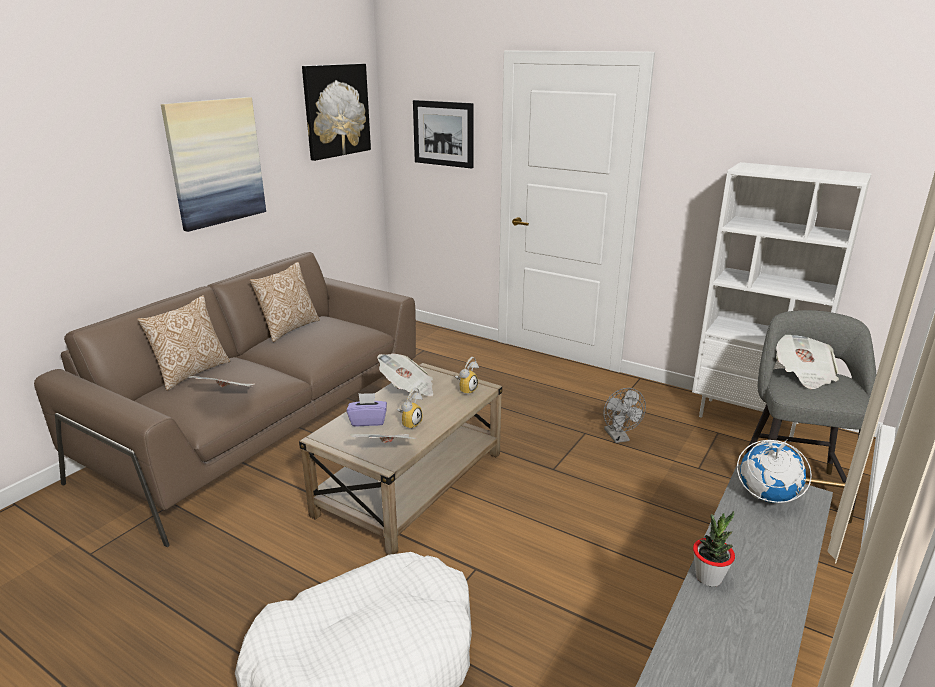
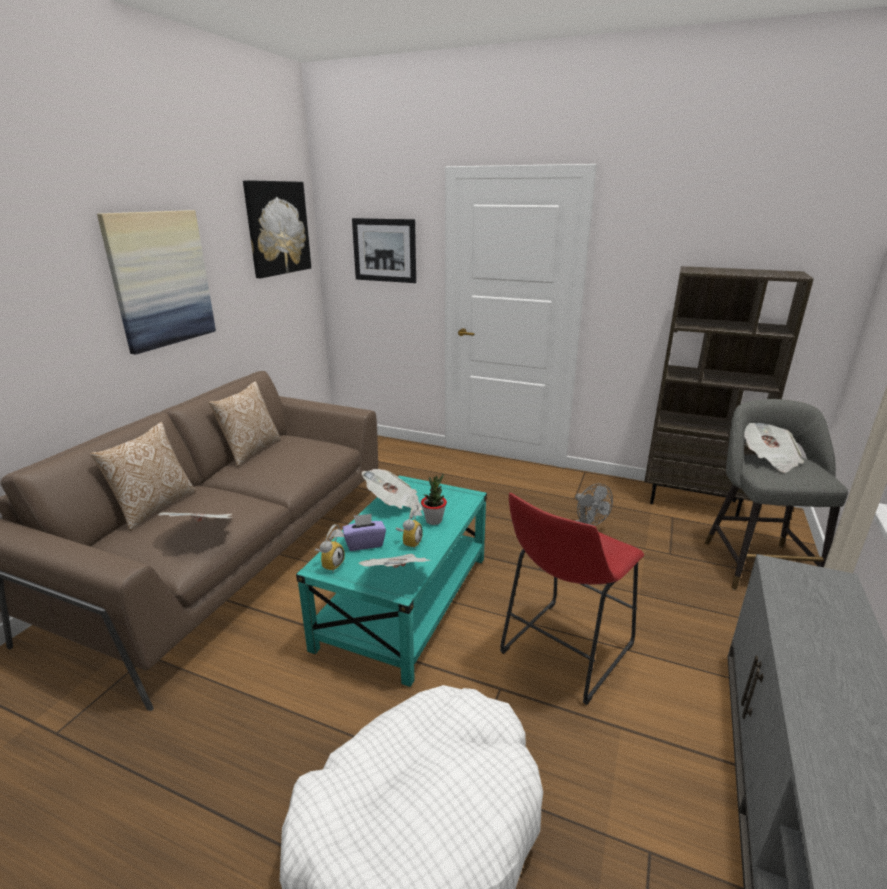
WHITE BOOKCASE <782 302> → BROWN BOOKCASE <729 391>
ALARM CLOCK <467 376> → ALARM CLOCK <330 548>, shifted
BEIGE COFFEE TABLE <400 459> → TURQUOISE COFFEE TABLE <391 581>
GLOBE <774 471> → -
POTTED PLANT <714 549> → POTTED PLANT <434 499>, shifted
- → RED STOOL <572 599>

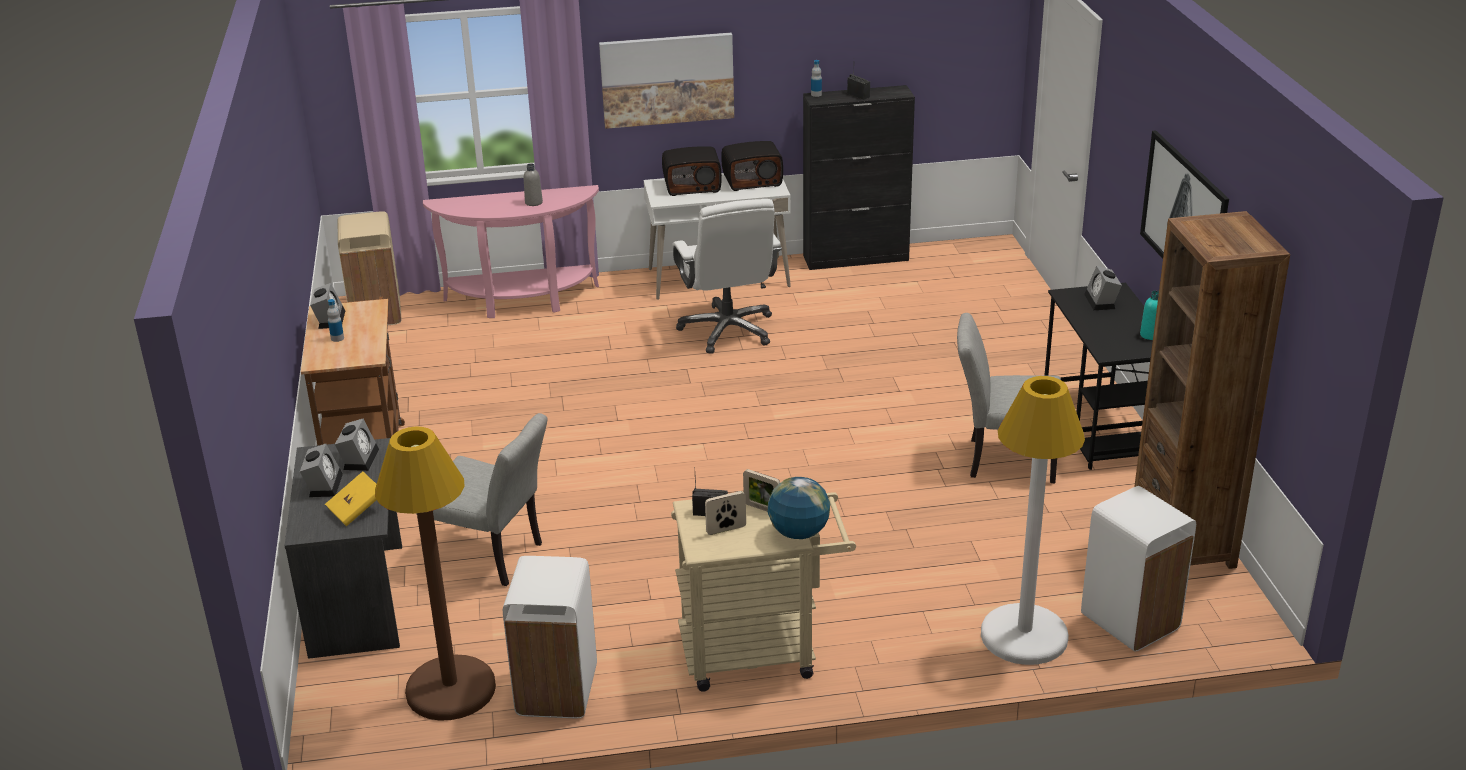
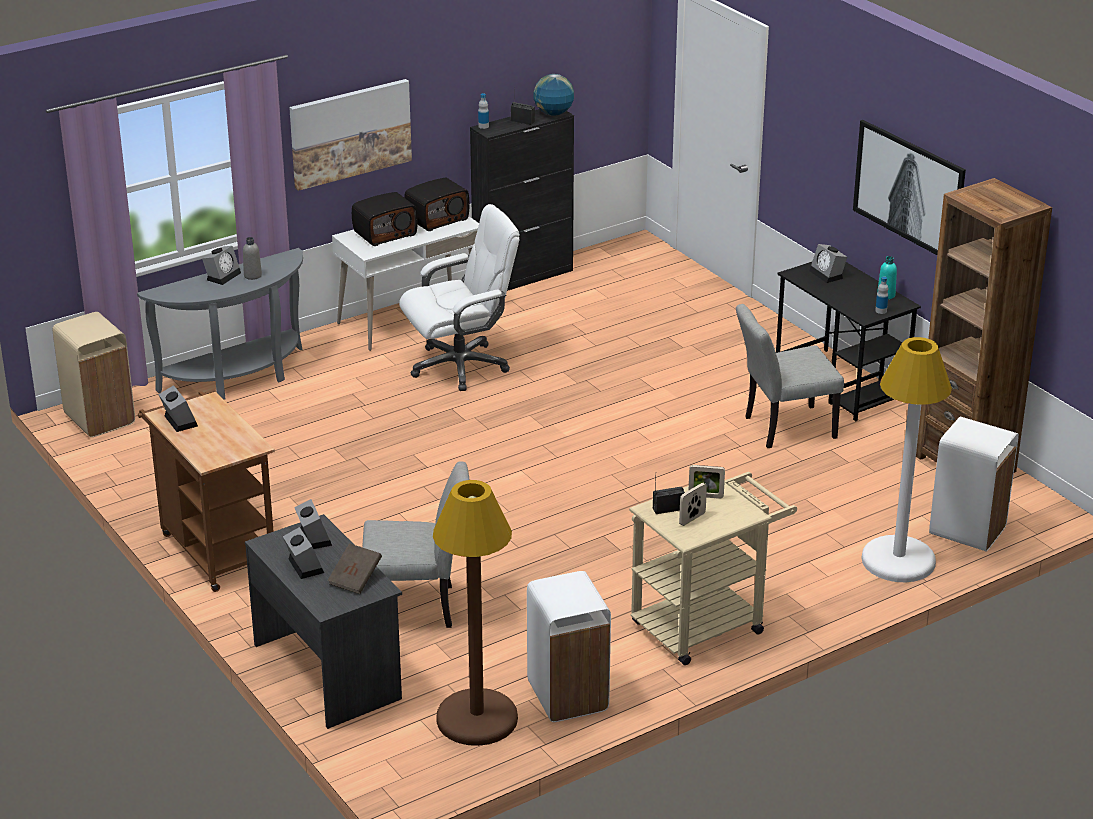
PINK CONSOLE TABLE <511 251> → GREY CONSOLE TABLE <220 323>
WHITE OFFICE CHAIR <727 276> → WHITE OFFICE CHAIR <459 297>, 75 degrees counterclockwise
BOTTLE <335 320> → BOTTLE <881 295>, shifted
YELLOW BOOK <351 498> → BROWN BOOK <355 568>
GLOBE <799 508> → GLOBE <554 95>, shifted
- → ALARM CLOCK <221 265>

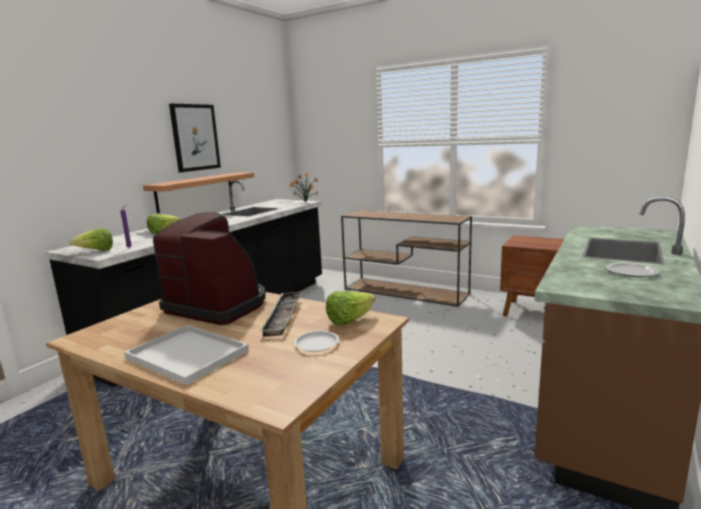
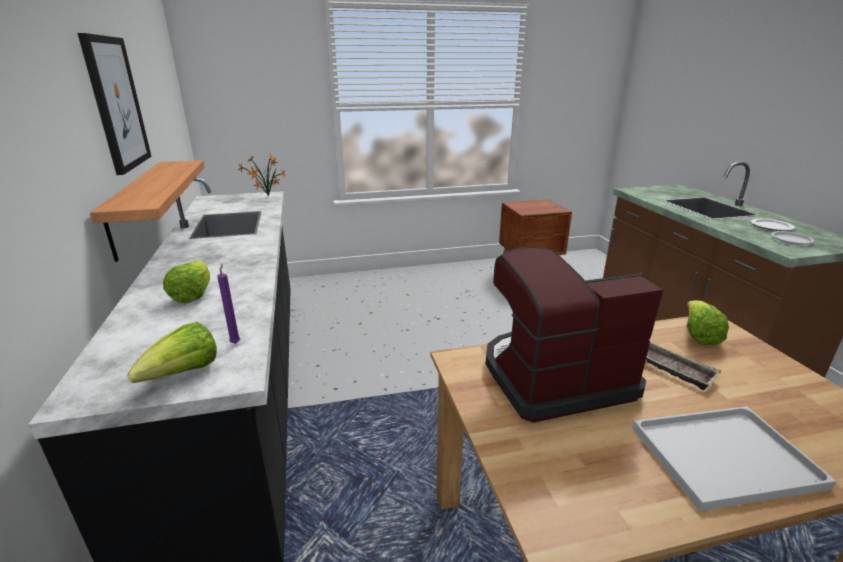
BROWN CONSOLE TABLE <406 258> → -
WHITE PLATE <316 341> → WHITE PLATE <793 238>, shifted

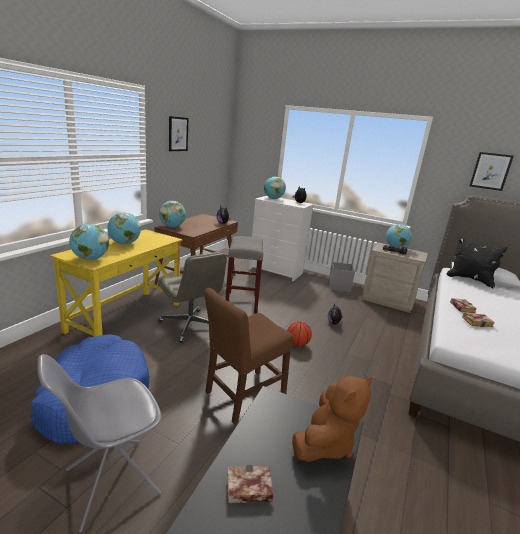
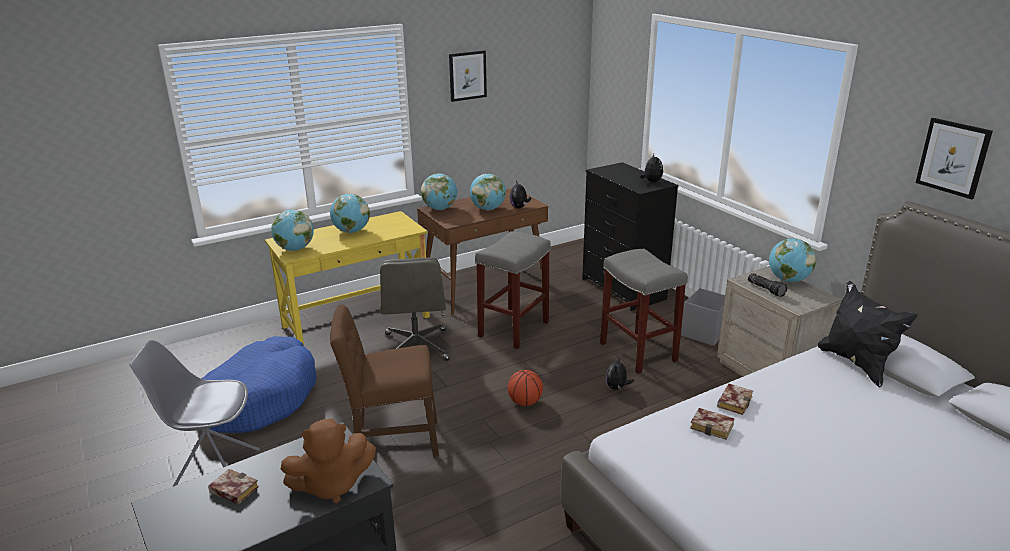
GLOBE <275 188> → GLOBE <488 192>, shifted
WHITE DRESSER <281 239> → BLACK DRESSER <630 236>
- → GREY STOOL <644 311>

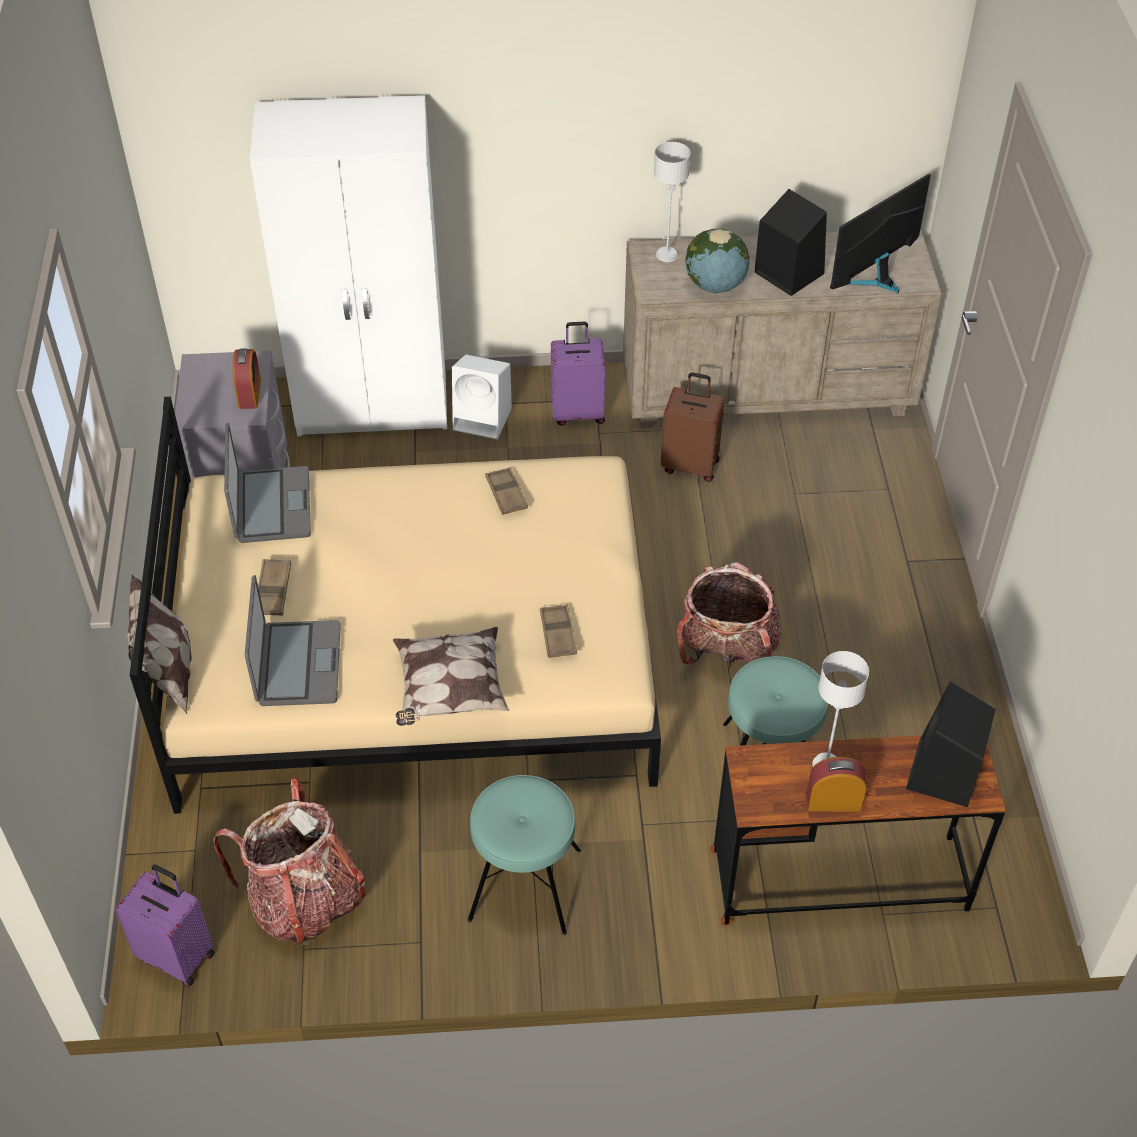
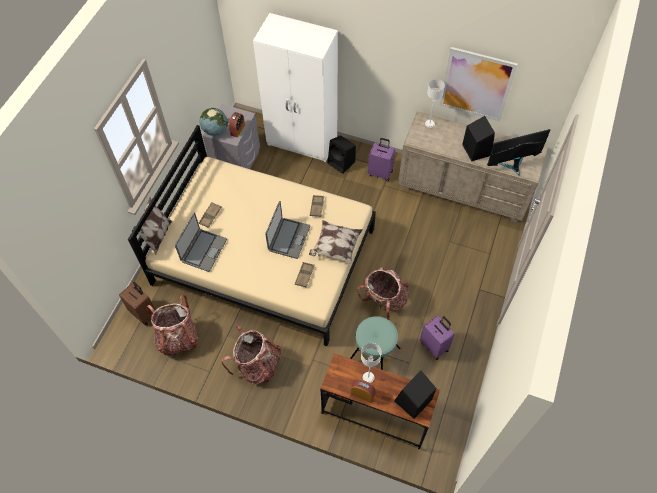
GLOBE <717 260> → GLOBE <214 122>, shifted
WHITE SPEAKER <482 397> → BLACK SPEAKER <342 154>
BROWN SUITCASE <692 427> → BROWN SUITCASE <137 304>, shifted
LAPTOP <267 483> → LAPTOP <287 230>, shifted
PILLOW <451 676> → PILLOW <336 242>, shifted
TURQUOISE STOOL <524 855> → BACKPACK <251 354>
PURPLE SUITCASE <164 925> → PURPLE SUITCASE <437 338>, shifted
- → PICTURE <478 84>

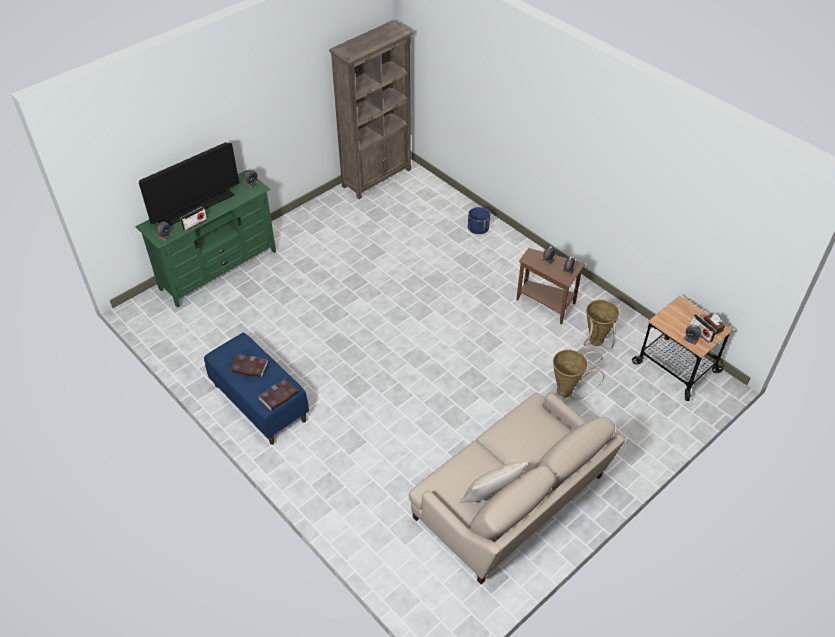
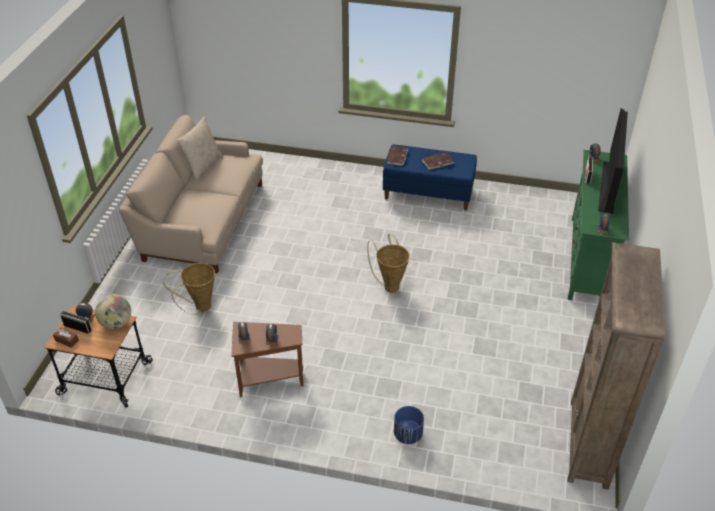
BASKET <601 324> → BASKET <388 263>, shifted
- → GLOBE <113 311>

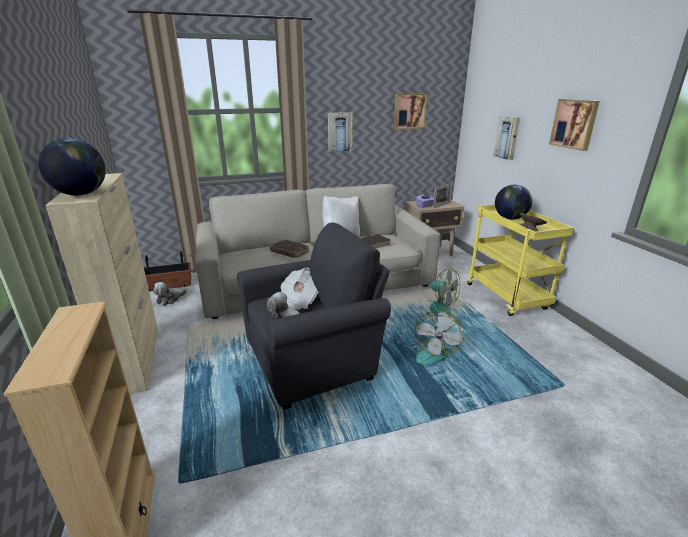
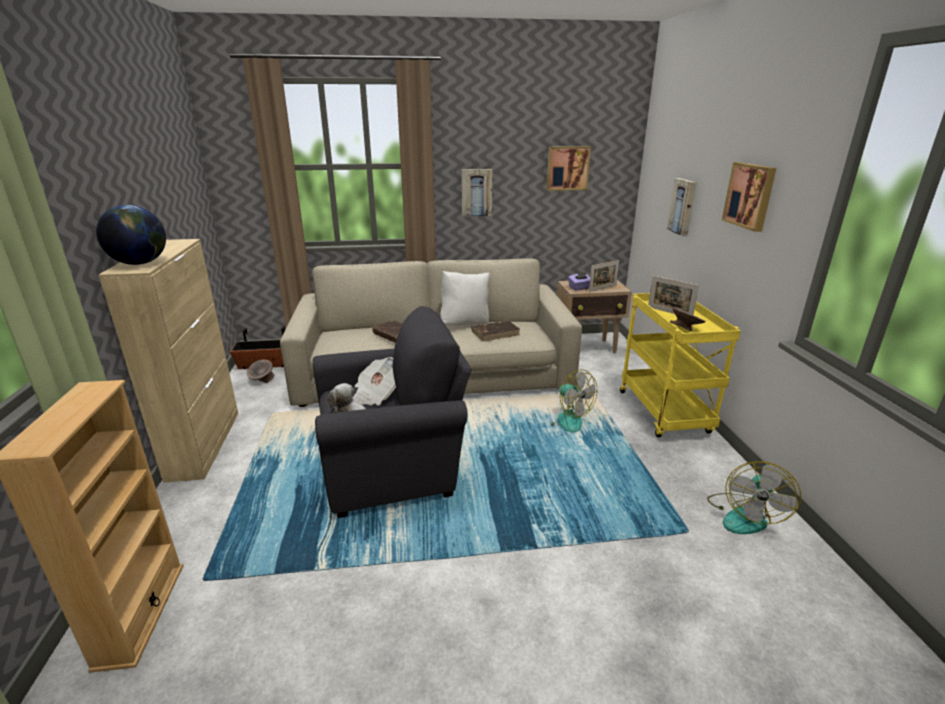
GLOBE <513 202> → PICTURE FRAME <673 295>
PLUSH TOY <170 294> → GREY BOWL <260 371>
FAN <439 337> → FAN <754 497>, shifted

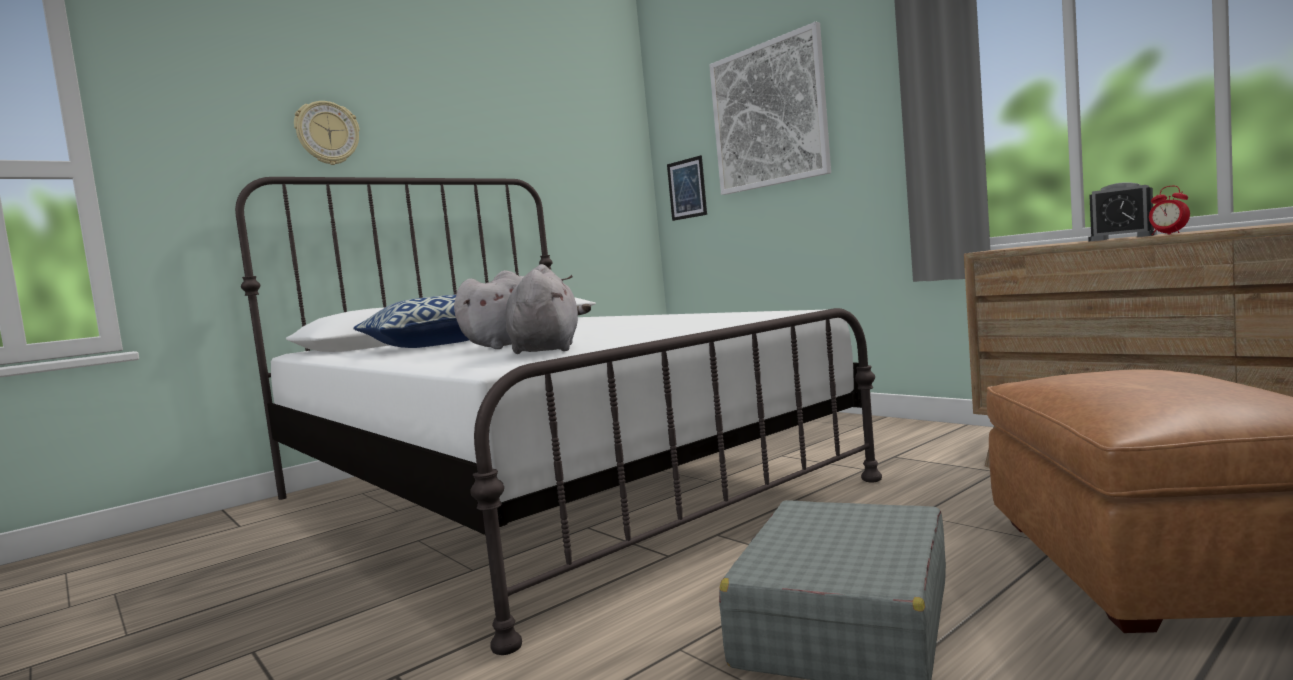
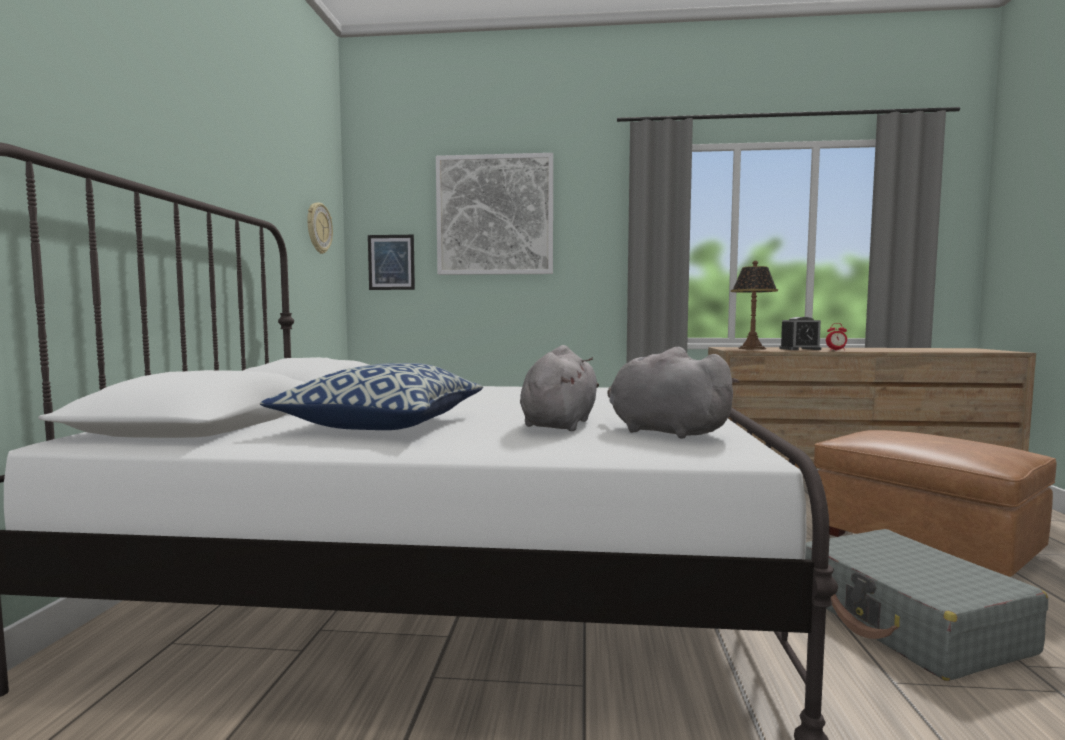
WALL CLOCK <327 133> → WALL CLOCK <320 228>, shifted
- → TABLE LAMP <754 305>

